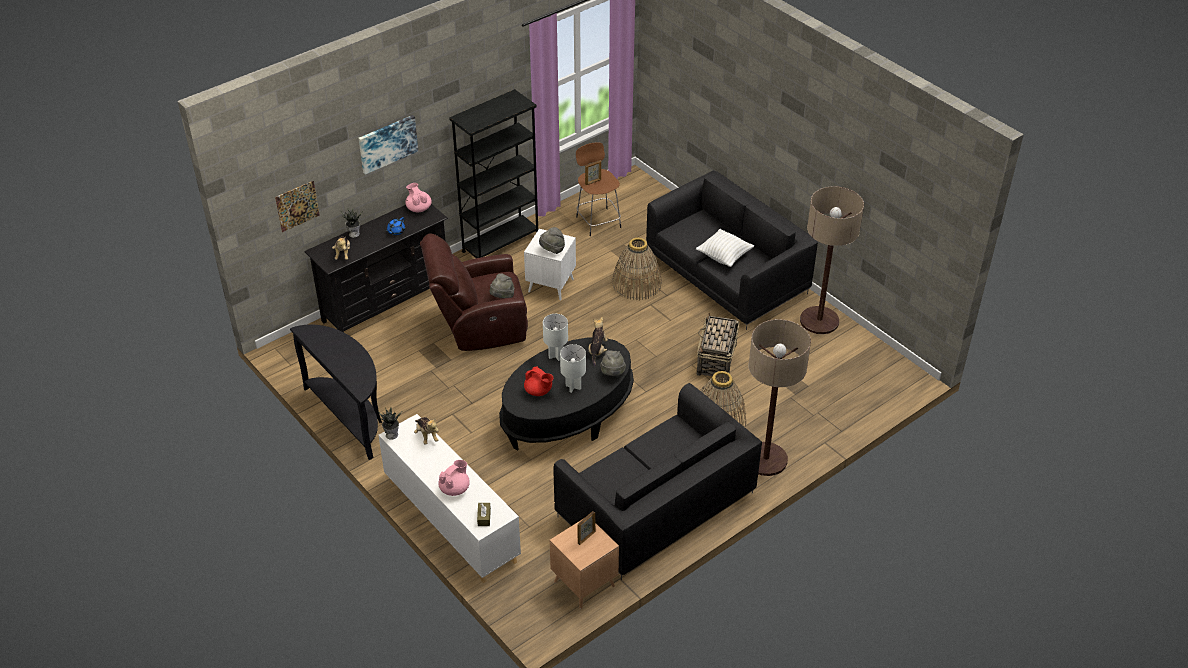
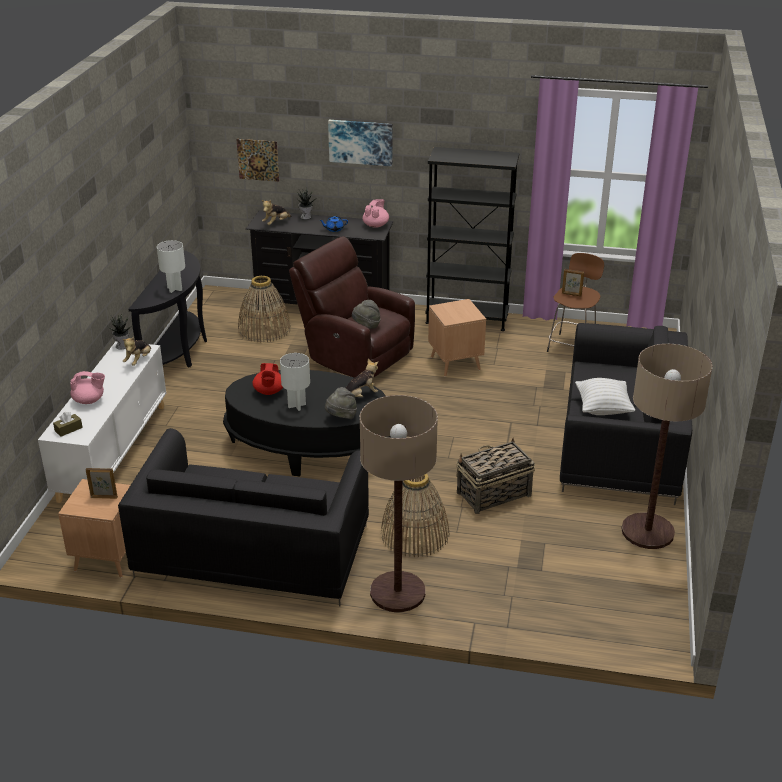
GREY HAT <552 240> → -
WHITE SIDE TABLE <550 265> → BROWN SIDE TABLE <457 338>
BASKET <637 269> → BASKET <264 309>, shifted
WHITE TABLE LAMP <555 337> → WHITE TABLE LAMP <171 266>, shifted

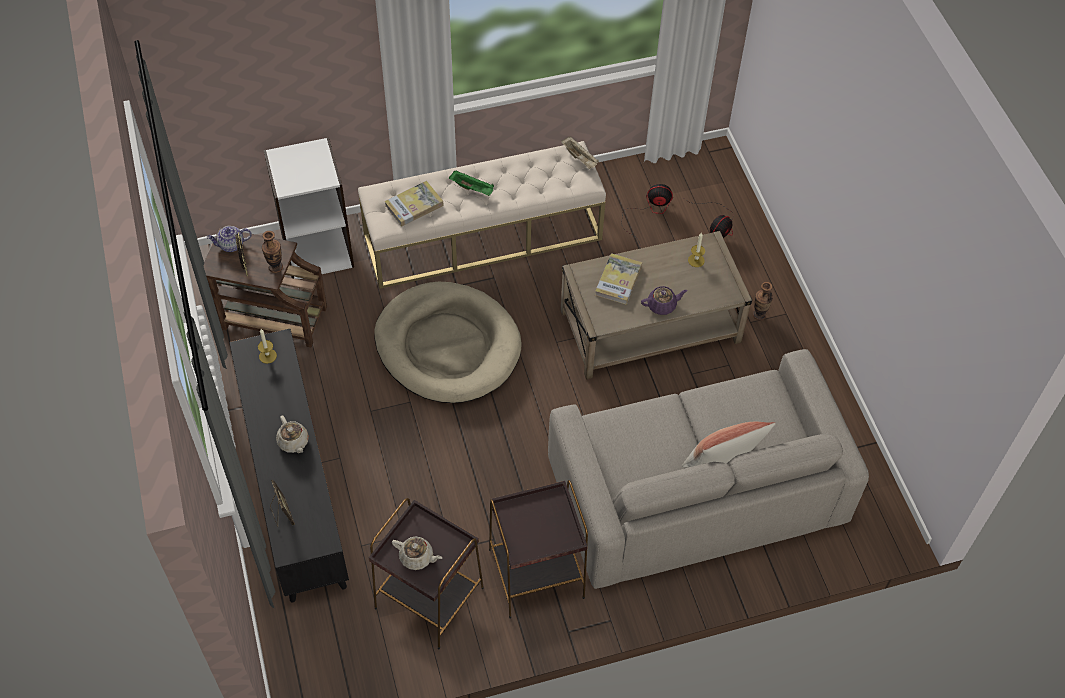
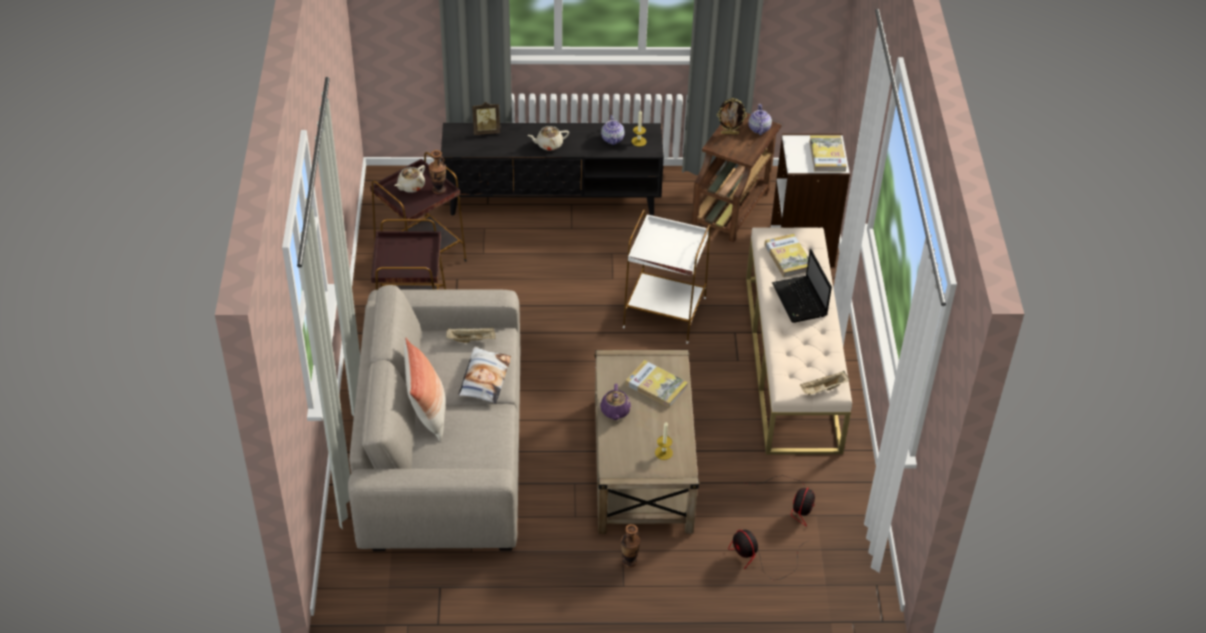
GREEN TRAY <471 183> → LAPTOP <802 286>
VASE <272 252> → VASE <437 172>, shifted
BEIGE DOG BED <448 342> → WHITE SIDE TABLE <667 276>
- → TEAPOT <612 130>
- → BOOK <828 153>
- → BEIGE TRAY <471 335>
- → PILLOW <484 374>

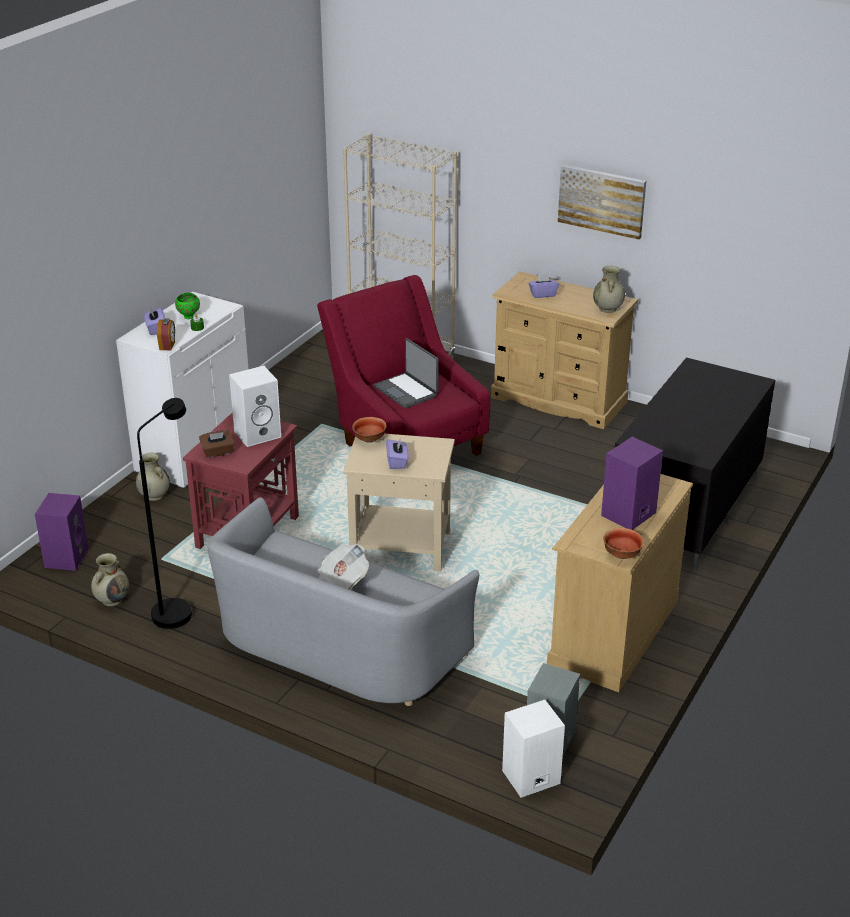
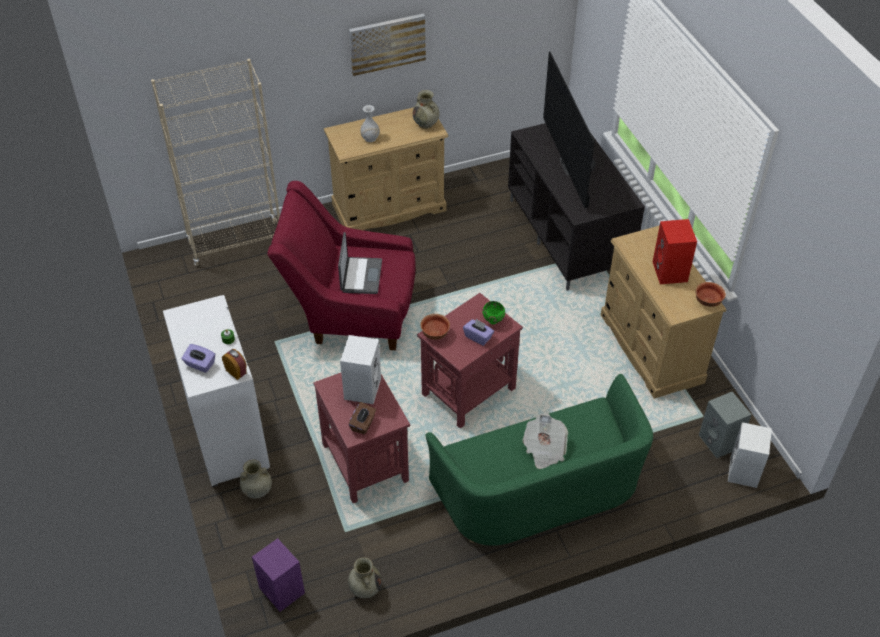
PURPLE TISSUE BOX <544 286> → WHITE VASE <369 123>
GREEN BOWL <187 306> → GREEN BOWL <493 312>, shifted
LAPTOP <406 373> → LAPTOP <360 263>, 90 degrees counterclockwise
BLACK FLOOR LAMP <164 513> → -
BEIGE SIDE TABLE <399 503> → RED SIDE TABLE <470 360>
PURPLE SPEAKER <632 483> → RED SPEAKER <675 251>
GREY SOFA <344 601> → GREEN SOFA <539 460>
- → TELEVISION <569 130>

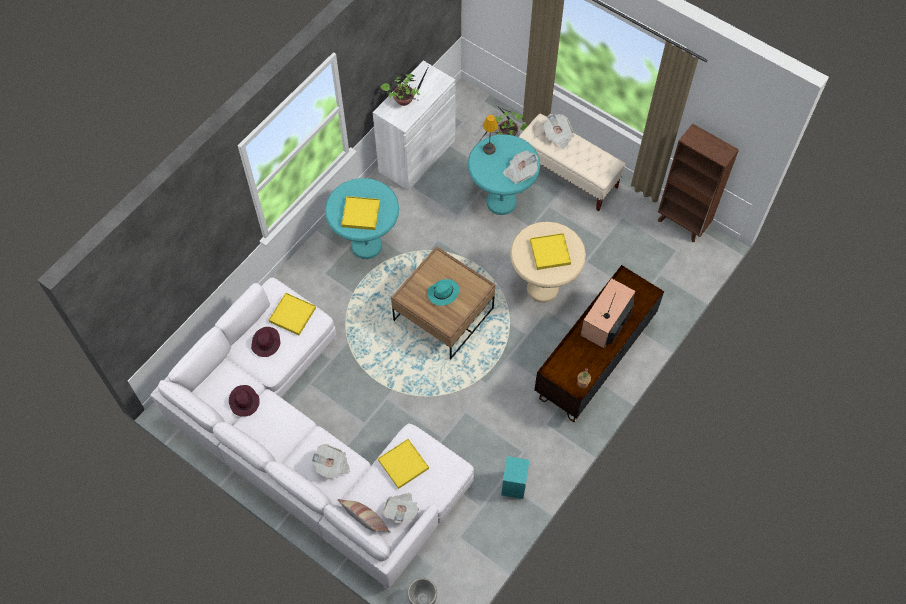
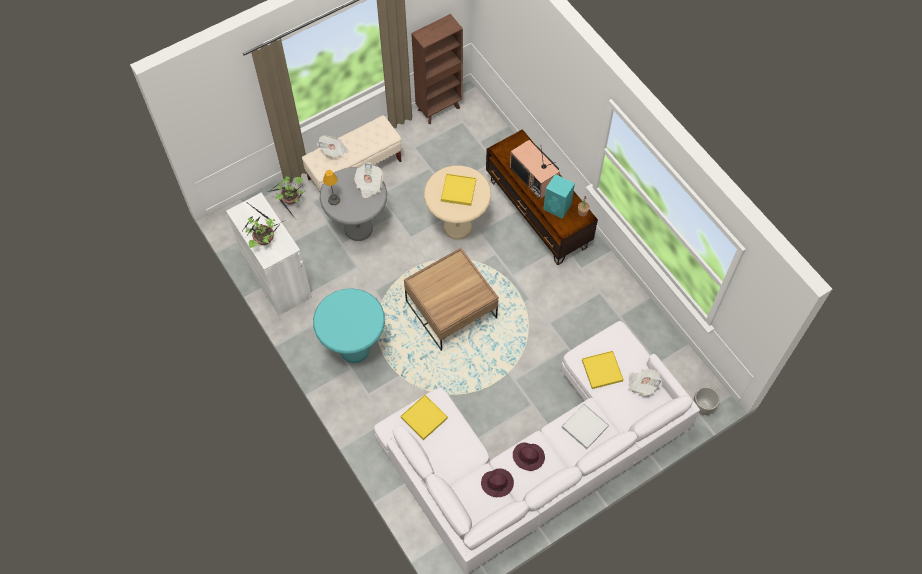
TURQUOISE SIDE TABLE <504 174> → GREY SIDE TABLE <353 204>
YELLOW TRAY <361 213> → -
TURQUOISE HAT <443 292> → -
PURPLE HAT <266 342> → PURPLE HAT <529 457>, shifted
NEWSPAPER <330 461> → WHITE TRAY <585 426>
TURQUOISE SPEAKER <515 477> → TURQUOISE SPEAKER <559 196>, shifted
PILLOW <364 516> → -

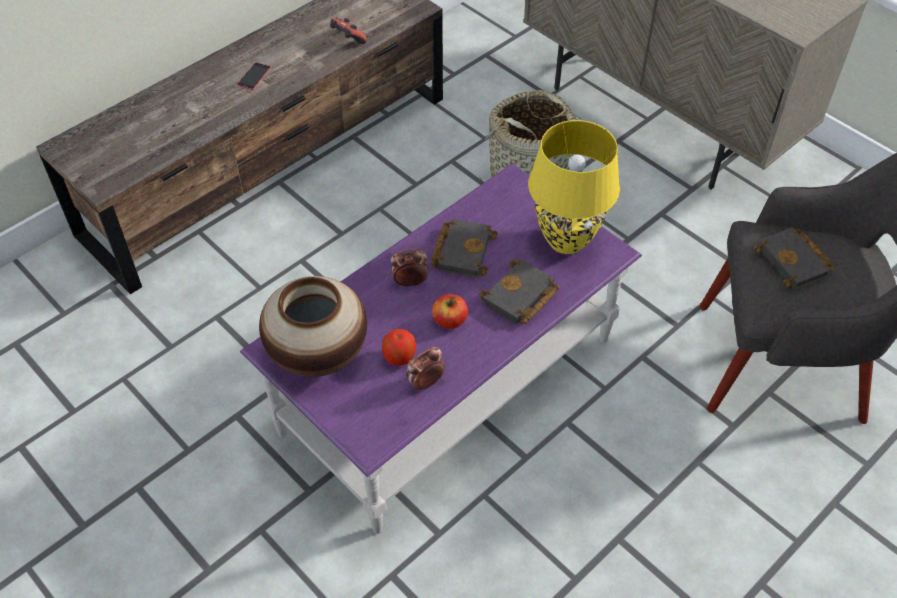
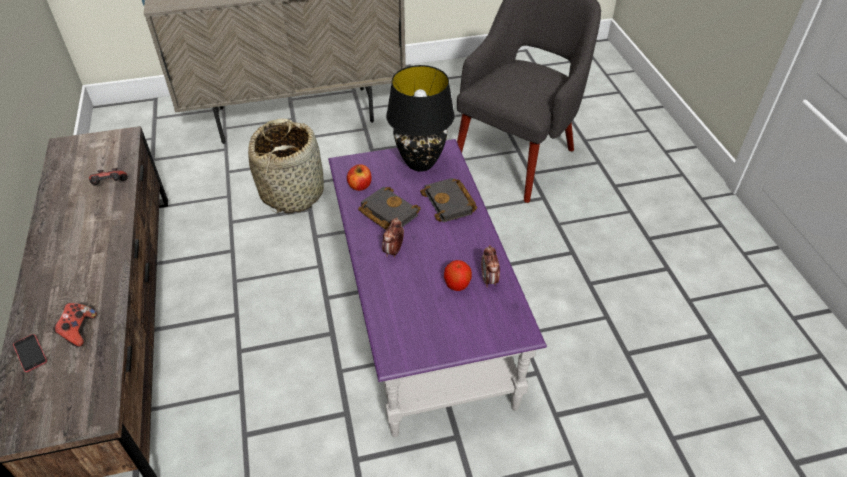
PHONE <254 76> → PHONE <30 353>, shifted
YELLOW TABLE LAMP <574 187> → BLACK TABLE LAMP <420 118>
BLACK BOOK <794 258> → -
VASE <313 326> → -
APPLE <450 311> → APPLE <359 177>, shifted
- → GAME CONTROLLER <75 325>

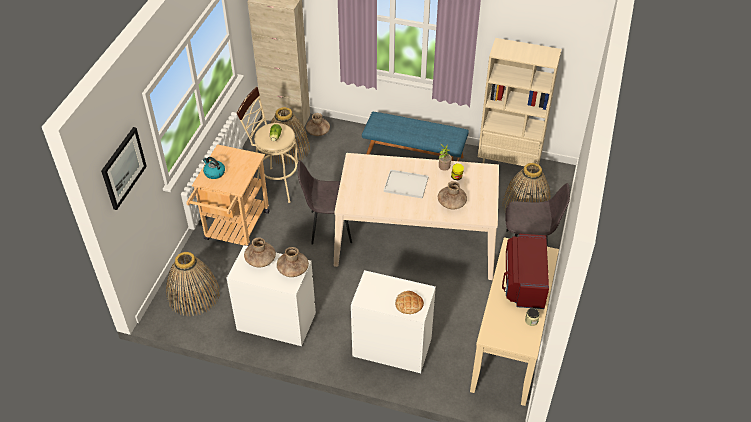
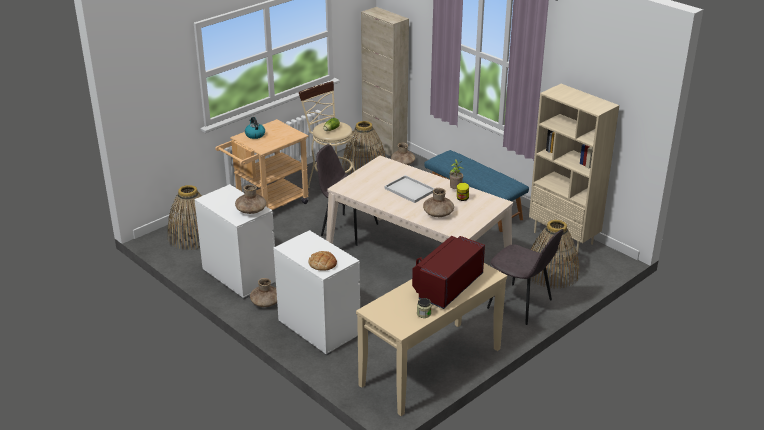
PICTURE <124 168> → -
BROWN VASE <260 252> → BROWN VASE <263 292>, shifted

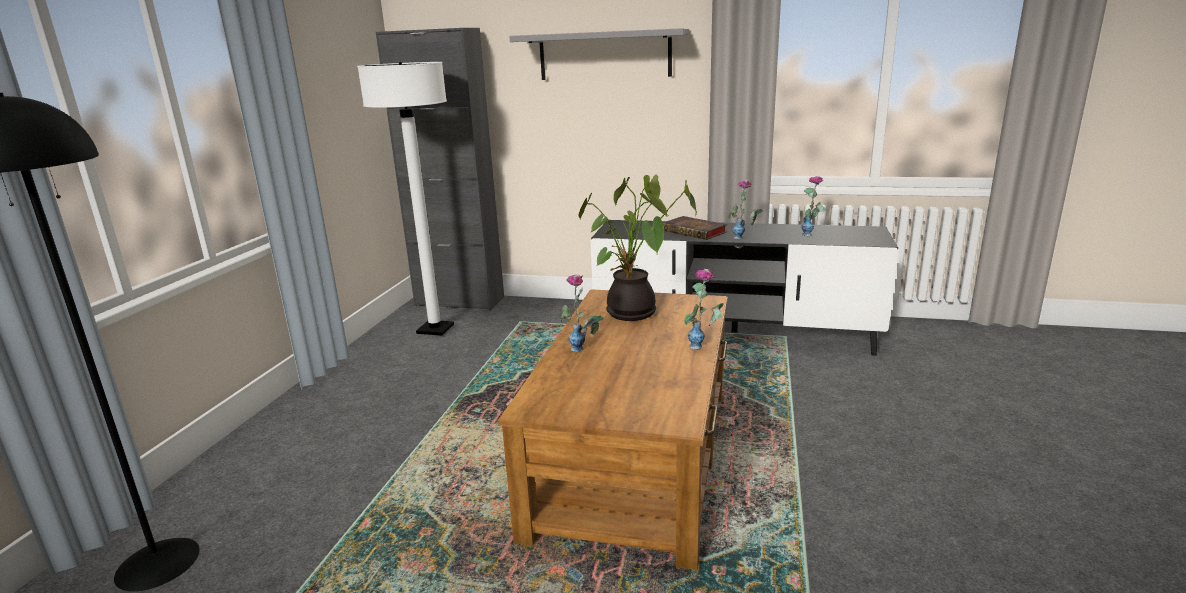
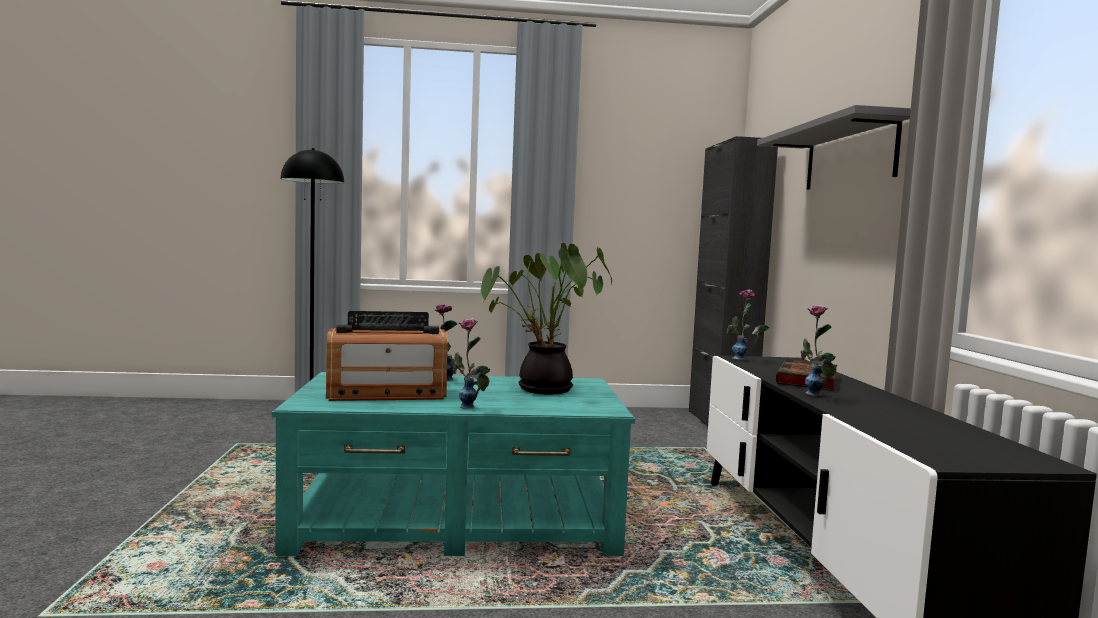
WHITE FLOOR LAMP <405 199> → -
VASE <813 206> → VASE <748 324>, shifted
BROWN COFFEE TABLE <612 429> → TURQUOISE COFFEE TABLE <453 464>
- → RADIO <387 356>

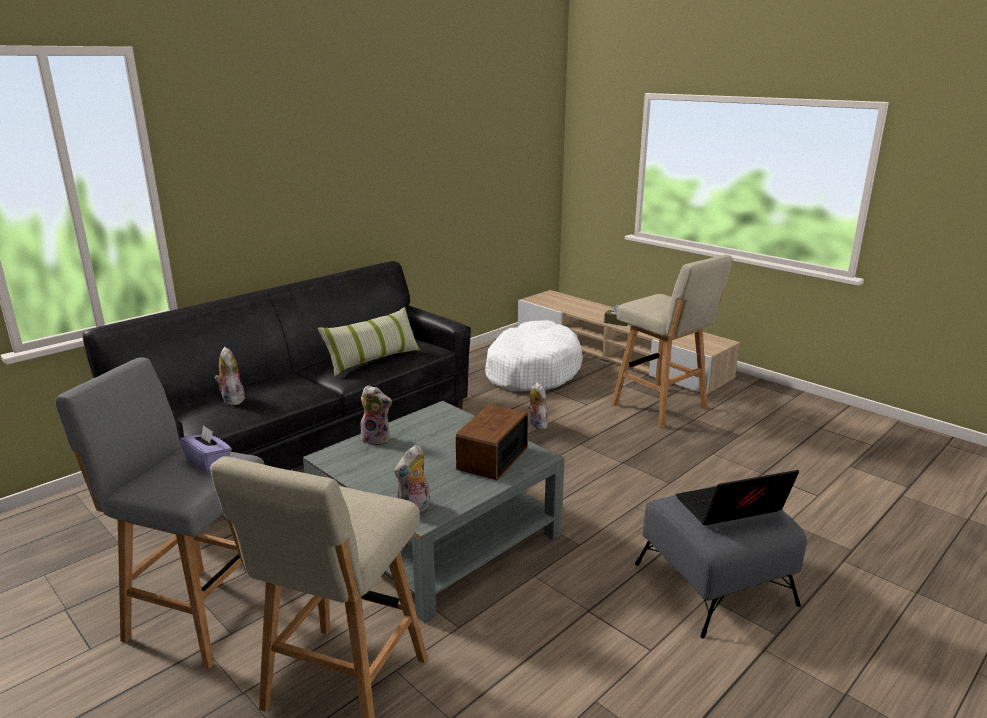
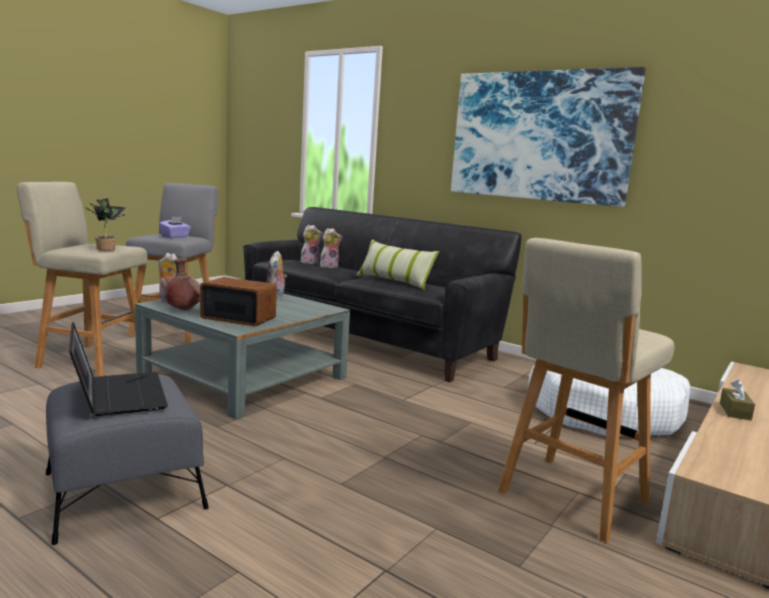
PLUSH TOY <538 405> → PLUSH TOY <331 248>, shifted
- → PICTURE <548 137>
- → POTTED PLANT <105 224>
- → BROWN VASE <182 284>

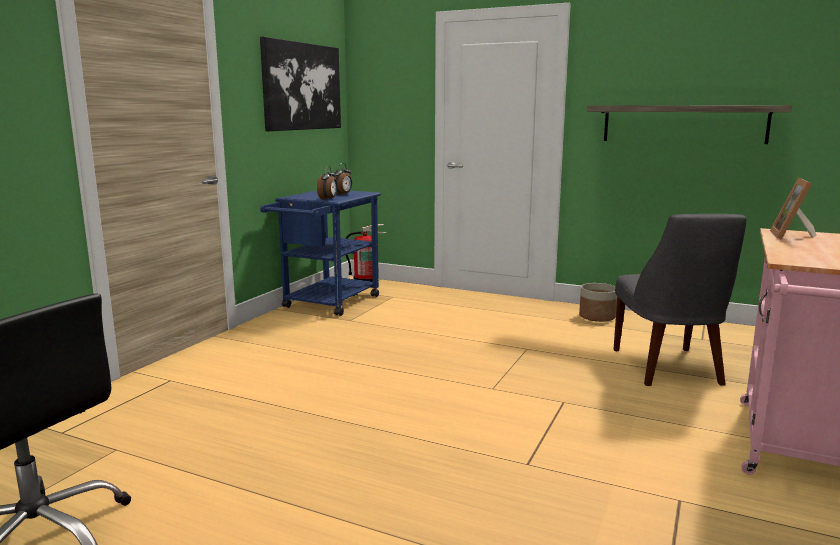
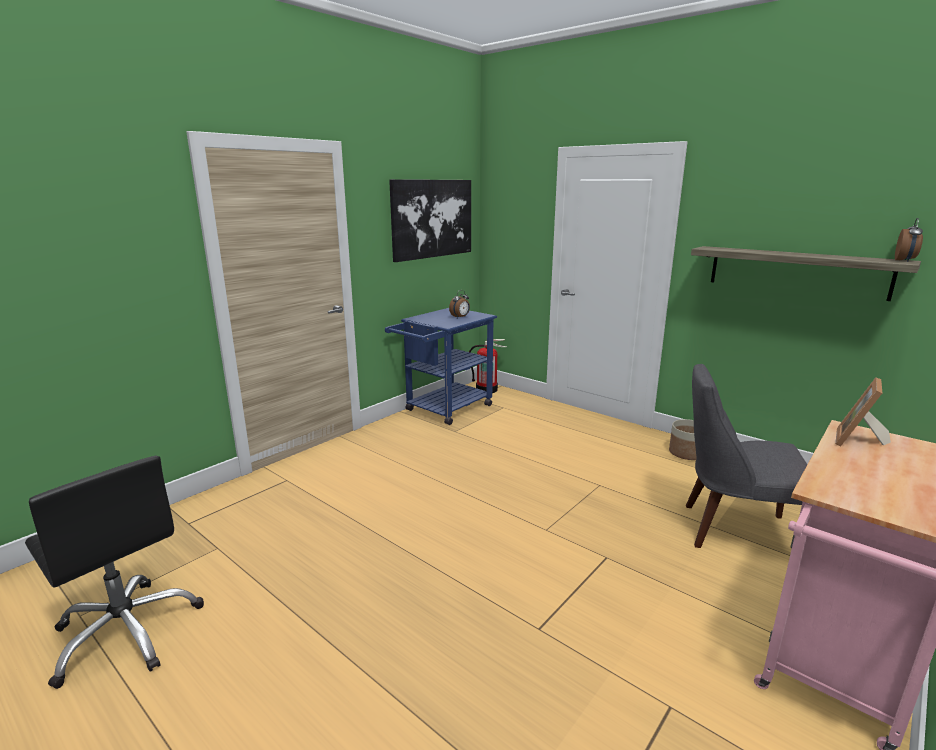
ALARM CLOCK <327 183> → ALARM CLOCK <909 240>, shifted
GREY CHAIR <680 300> → GREY CHAIR <747 456>, 90 degrees clockwise

